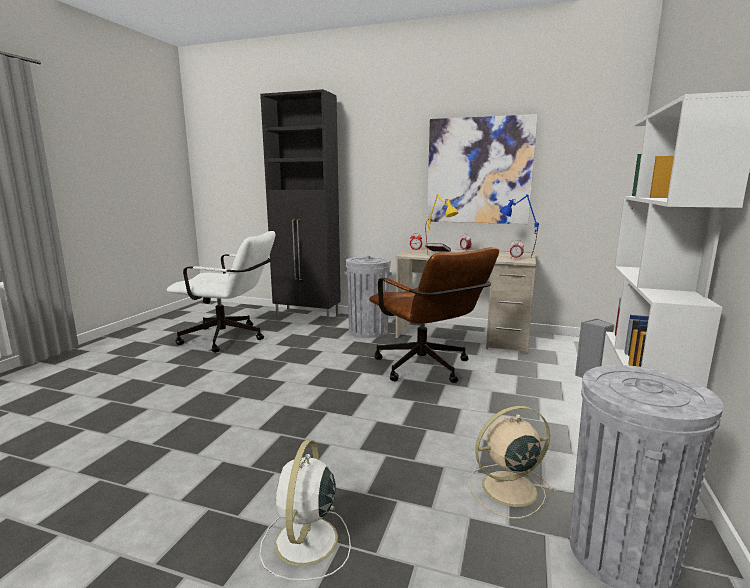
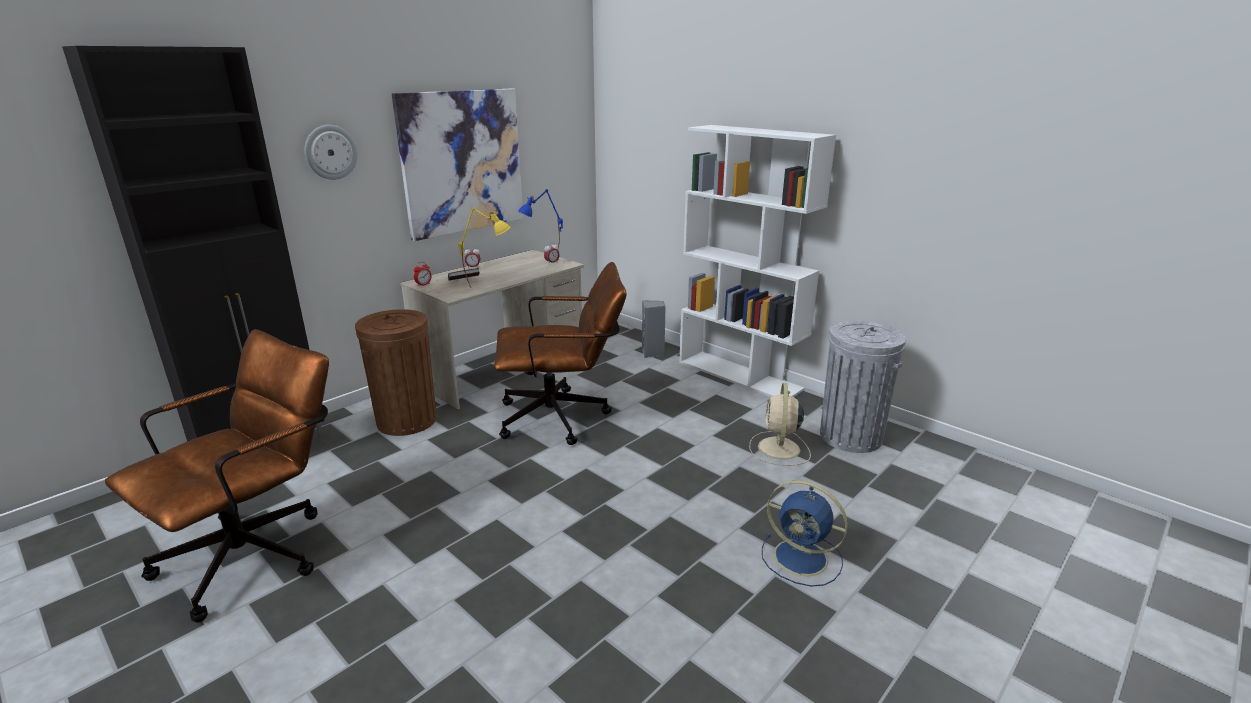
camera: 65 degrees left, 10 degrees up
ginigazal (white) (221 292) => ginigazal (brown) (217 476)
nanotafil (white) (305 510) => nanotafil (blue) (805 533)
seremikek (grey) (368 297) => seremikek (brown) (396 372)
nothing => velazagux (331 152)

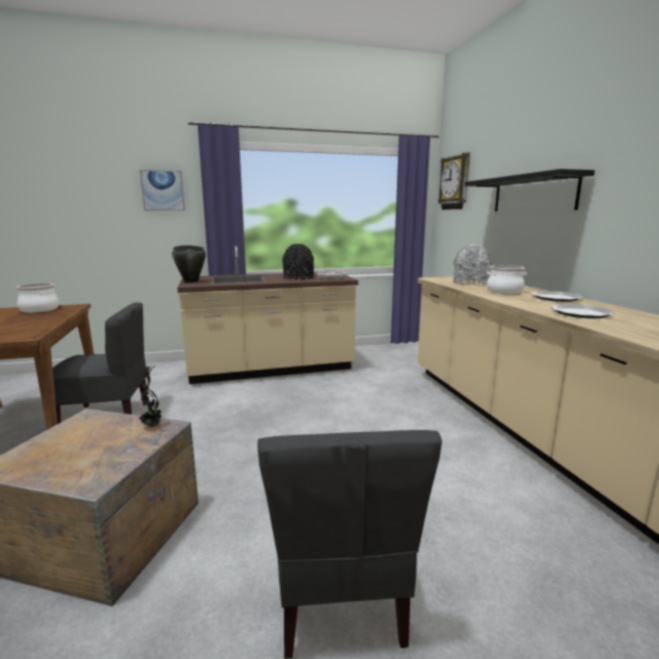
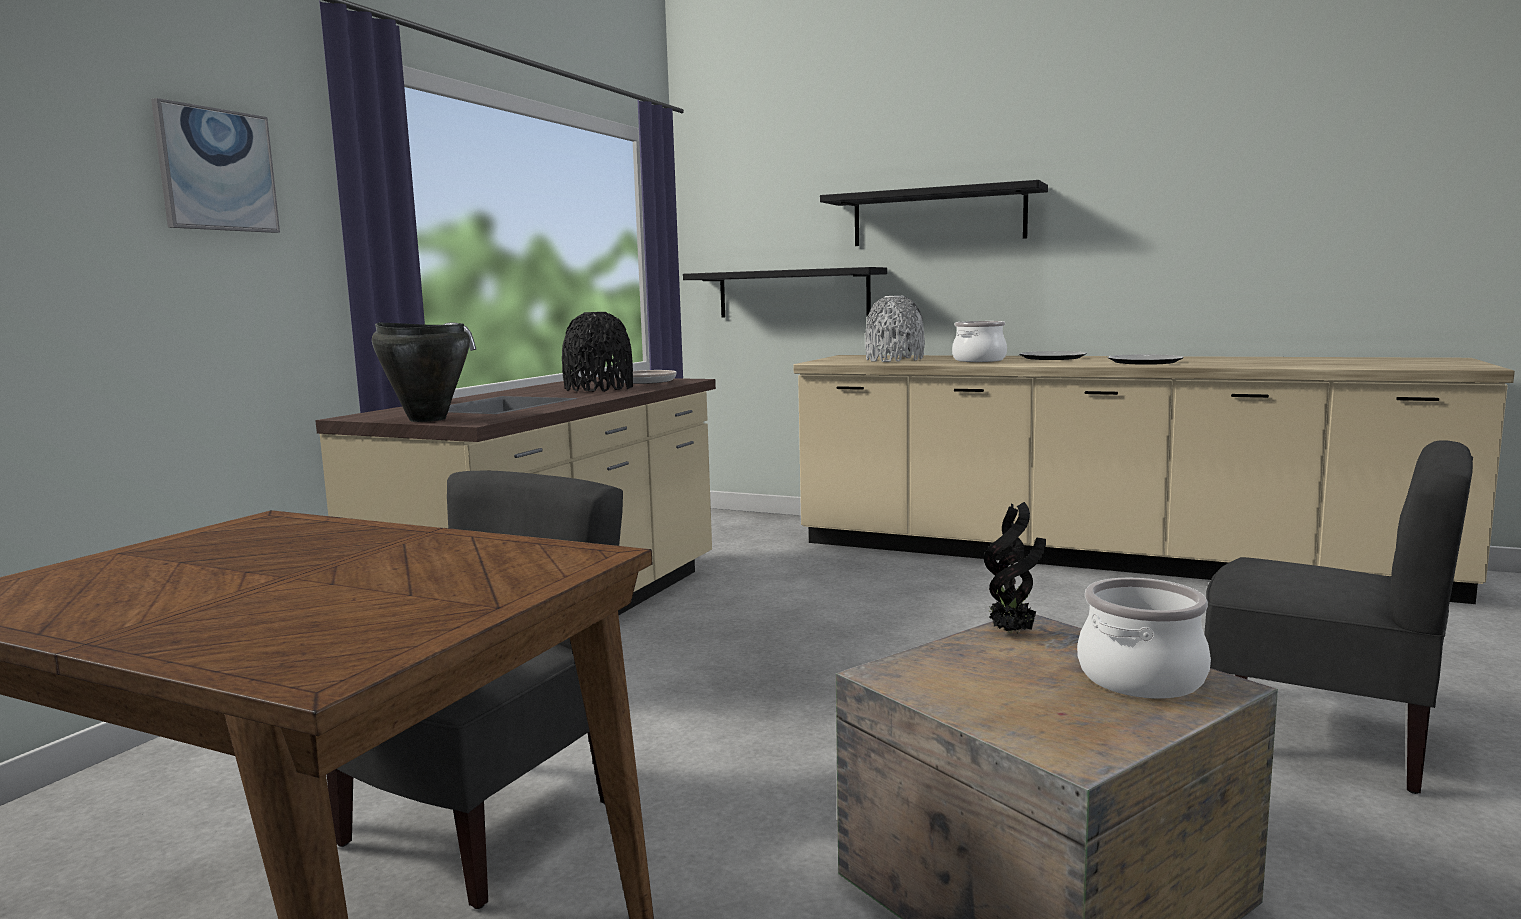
camera: 50 degrees left, 5 degrees down
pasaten (37 298) => pasaten (1144 638), move
velazagux (454 181) => nothing
nothing => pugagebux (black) (785 292)

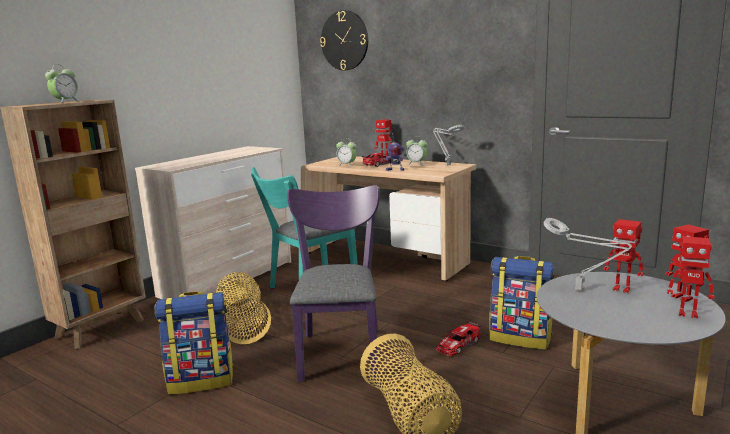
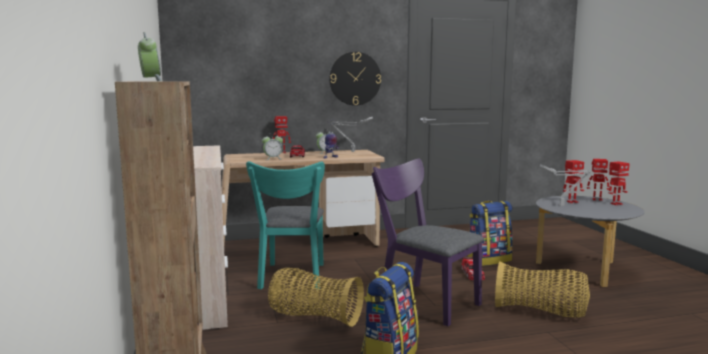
camera: 50 degrees left, 5 degrees down
velazagux (344 40) => velazagux (355 79), move

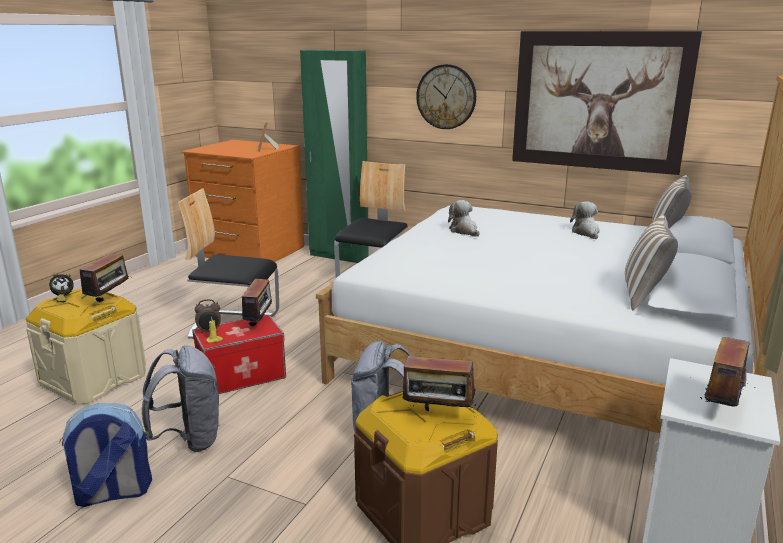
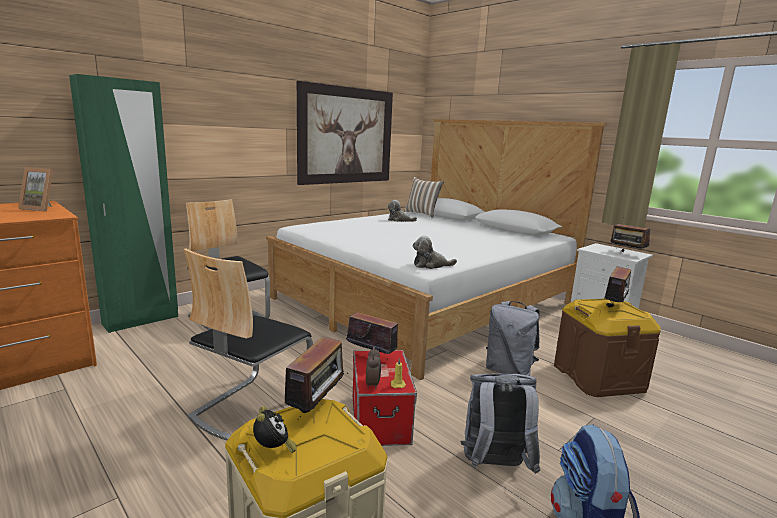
camera: 70 degrees left, 5 degrees down
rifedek (105 278) => rifedek (316 378), 75 degrees clockwise
velazagux (446 96) => nothing
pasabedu (464 218) => pasabedu (435 252), move
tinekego (651 262) => nothing

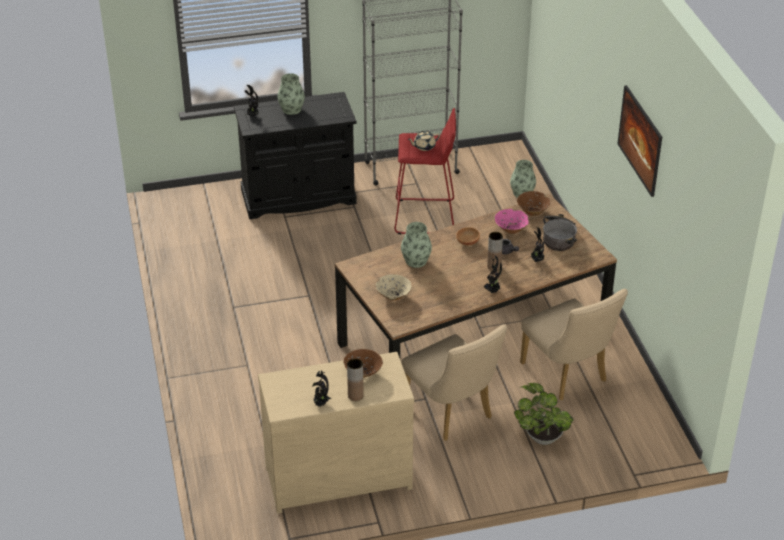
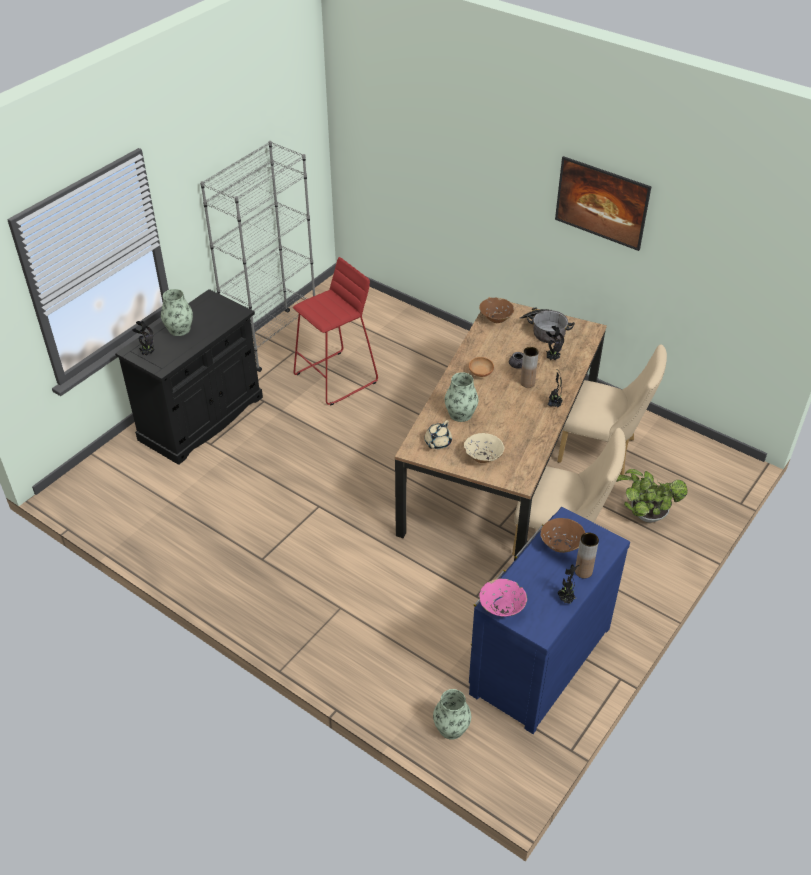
camera: 40 degrees left, 5 degrees up
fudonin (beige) (336 433) => fudonin (blue) (549 620)
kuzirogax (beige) (423 141) => kuzirogax (beige) (438 434), move
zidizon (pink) (511 221) => zidizon (pink) (503 597), move
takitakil (523 179) => takitakil (452 714), move

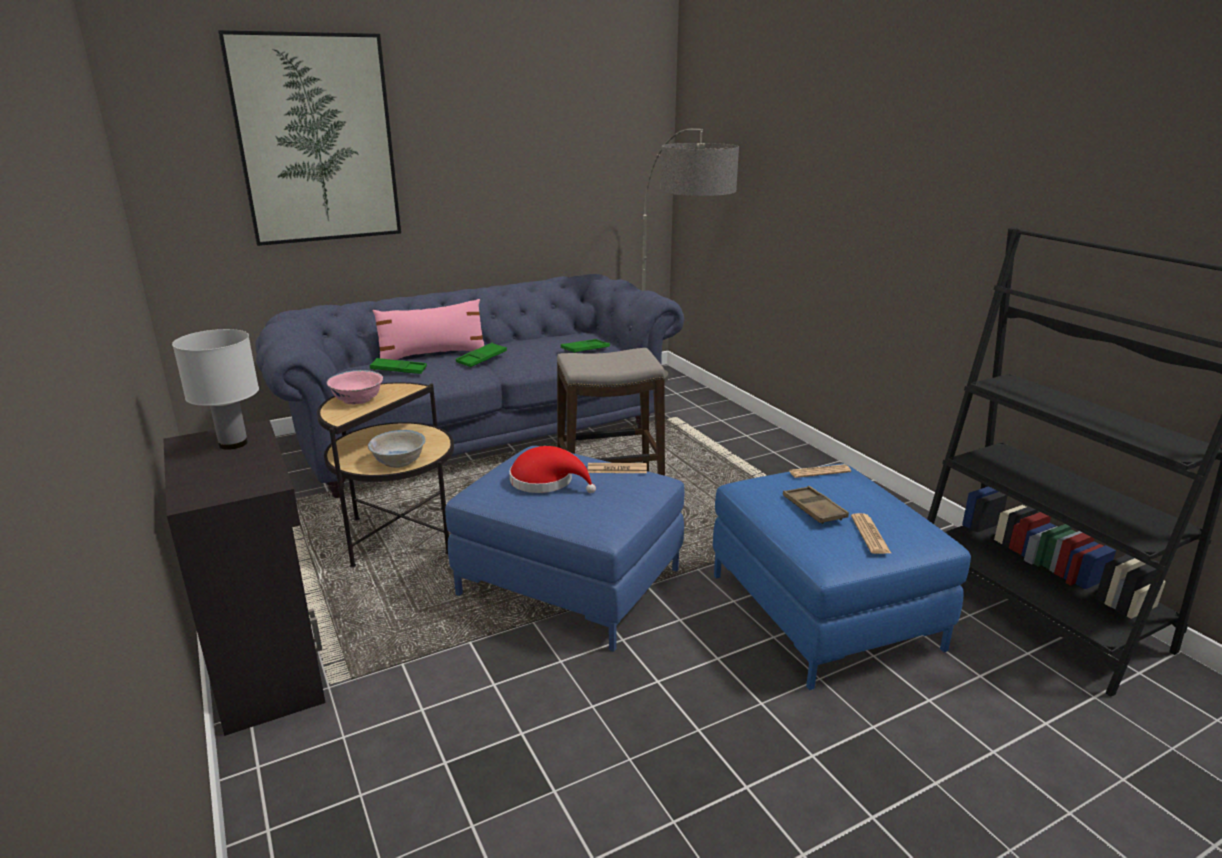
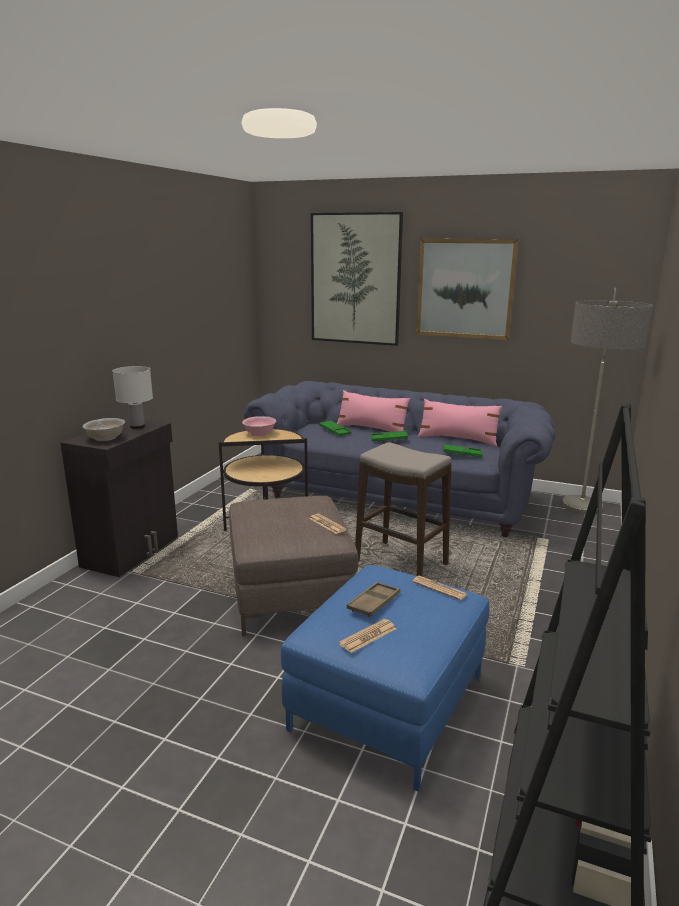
camera: 50 degrees right, 5 degrees down
zidizon (white) (397 449) => zidizon (white) (103 429), move
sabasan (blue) (564 549) => sabasan (brown) (294 566)
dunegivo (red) (552 469) => nothing
nothing => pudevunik (467 289)
nothing => tinekego (pink) (460 422)

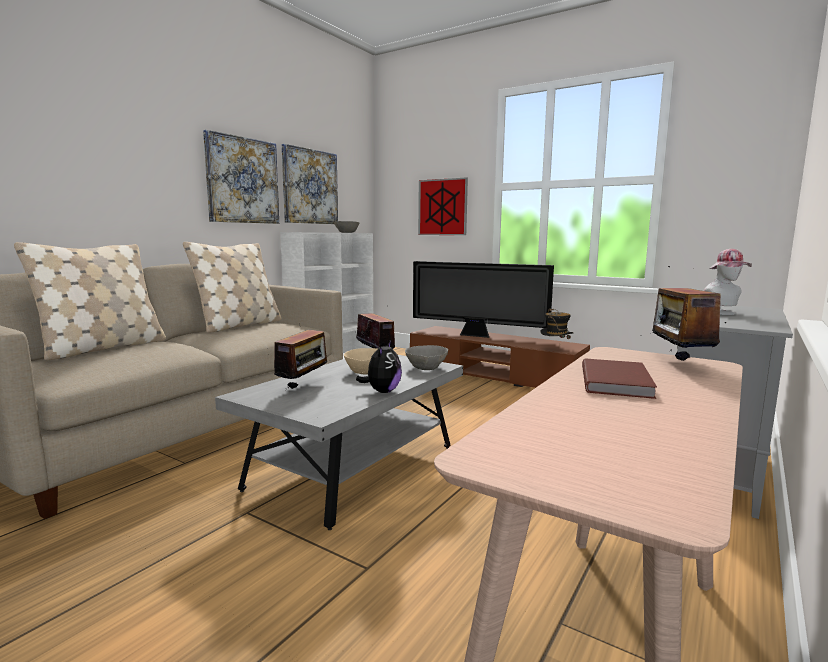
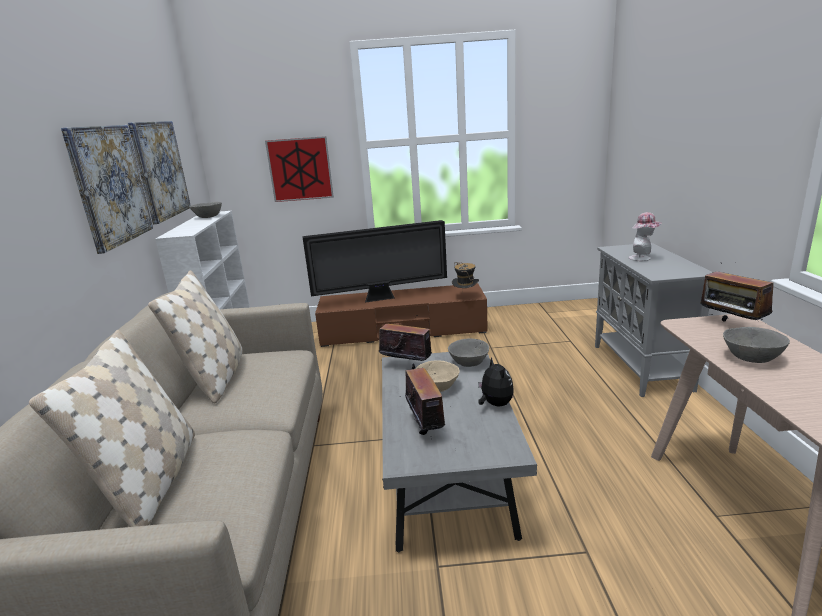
camera: 35 degrees left, 10 degrees up
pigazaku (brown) (619 379) => zidizon (grey) (756 345)

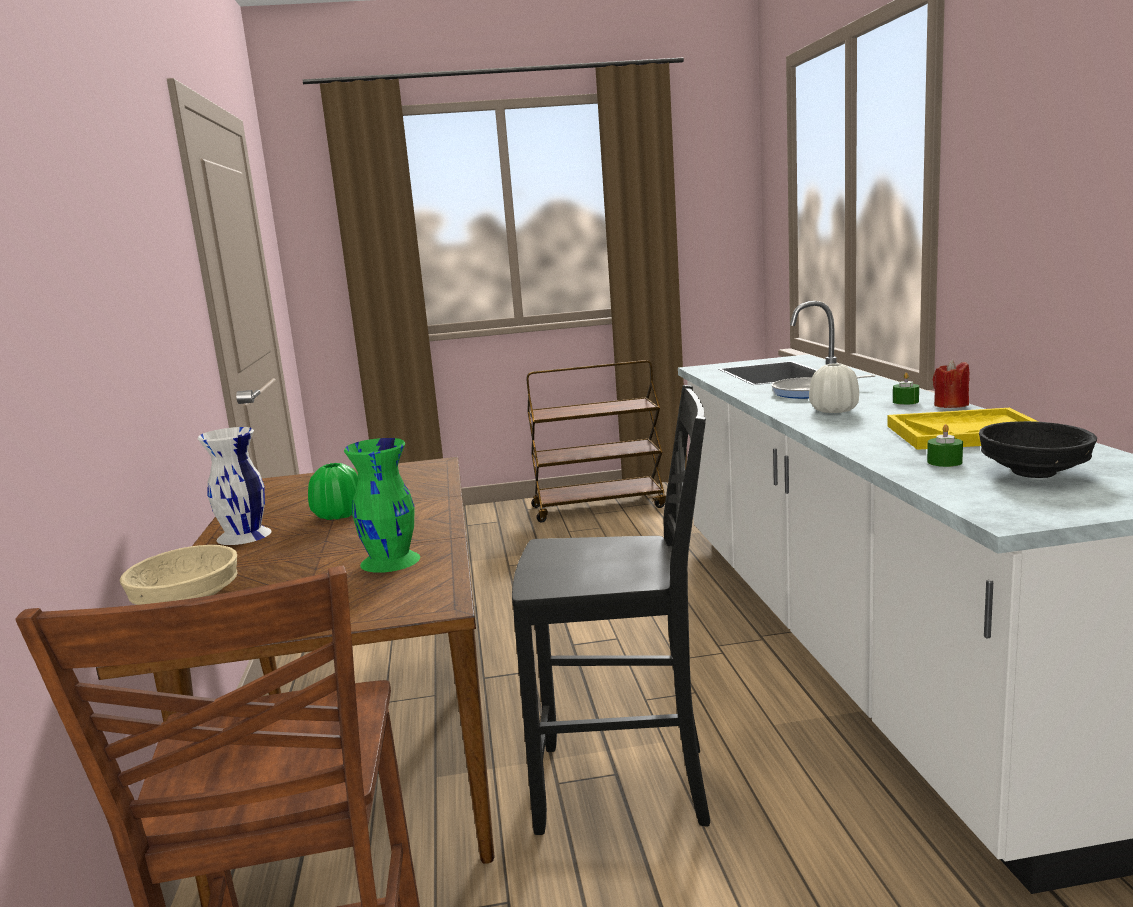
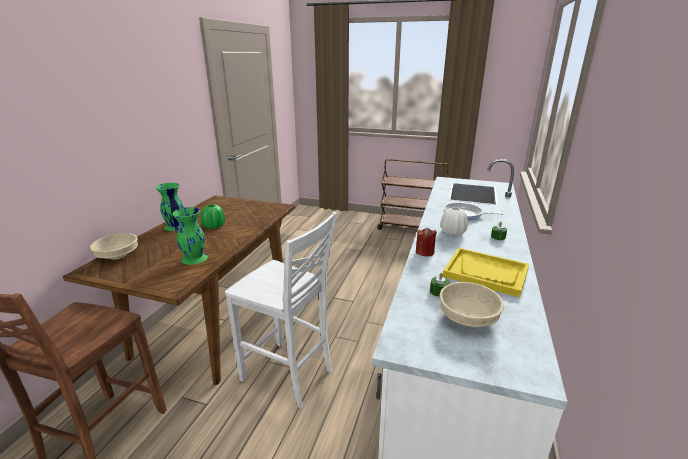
camera: 25 degrees right, 10 degrees up
takitakil (white) (235 486) => takitakil (green) (170 207)
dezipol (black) (611 610) => dezipol (white) (281 310)
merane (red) (951 383) => merane (red) (426 242), move
zidizon (black) (1038 449) => zidizon (beige) (472 304)

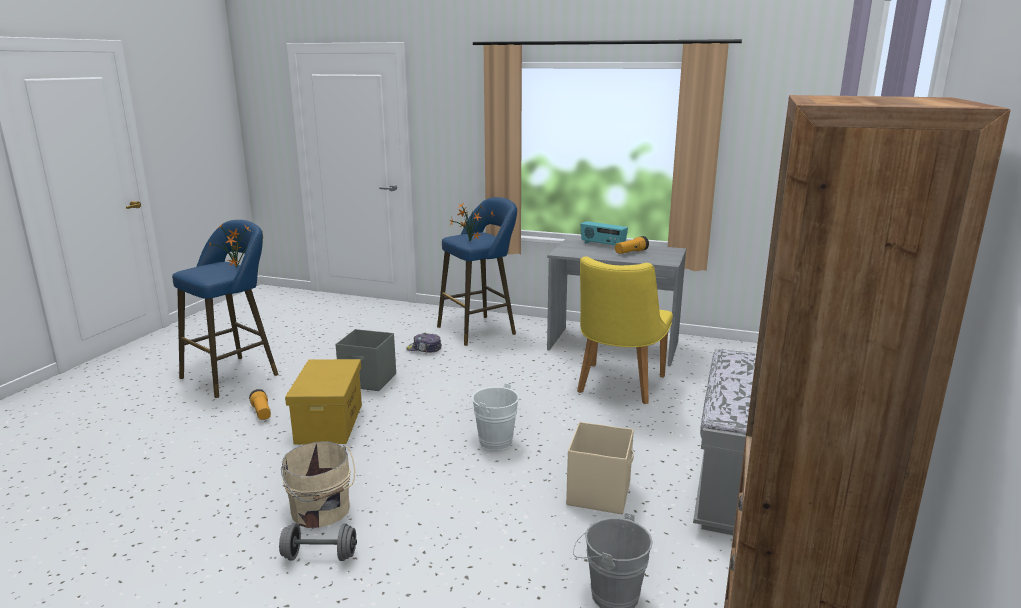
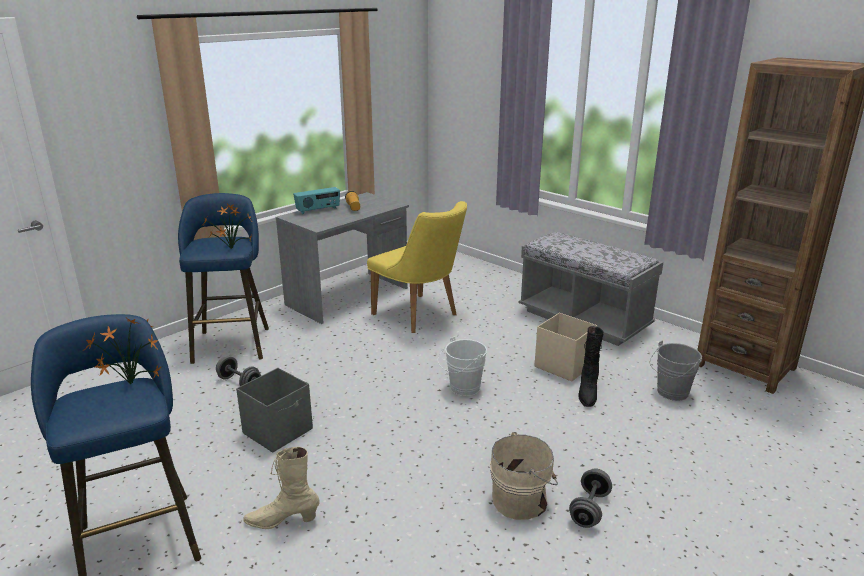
camera: 65 degrees left, 5 degrees up
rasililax (260 404) => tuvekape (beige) (281 488)
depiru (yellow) (323 402) => nothing
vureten (424 343) => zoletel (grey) (238 371)
nothing => tuvekape (black) (591 366)

